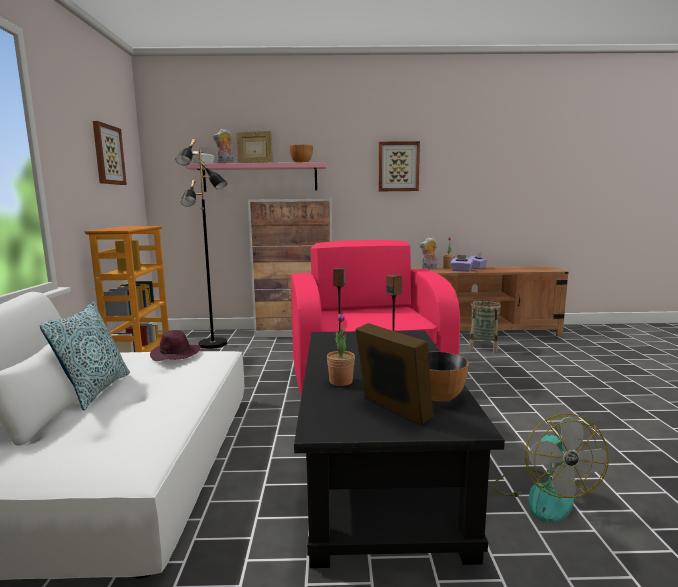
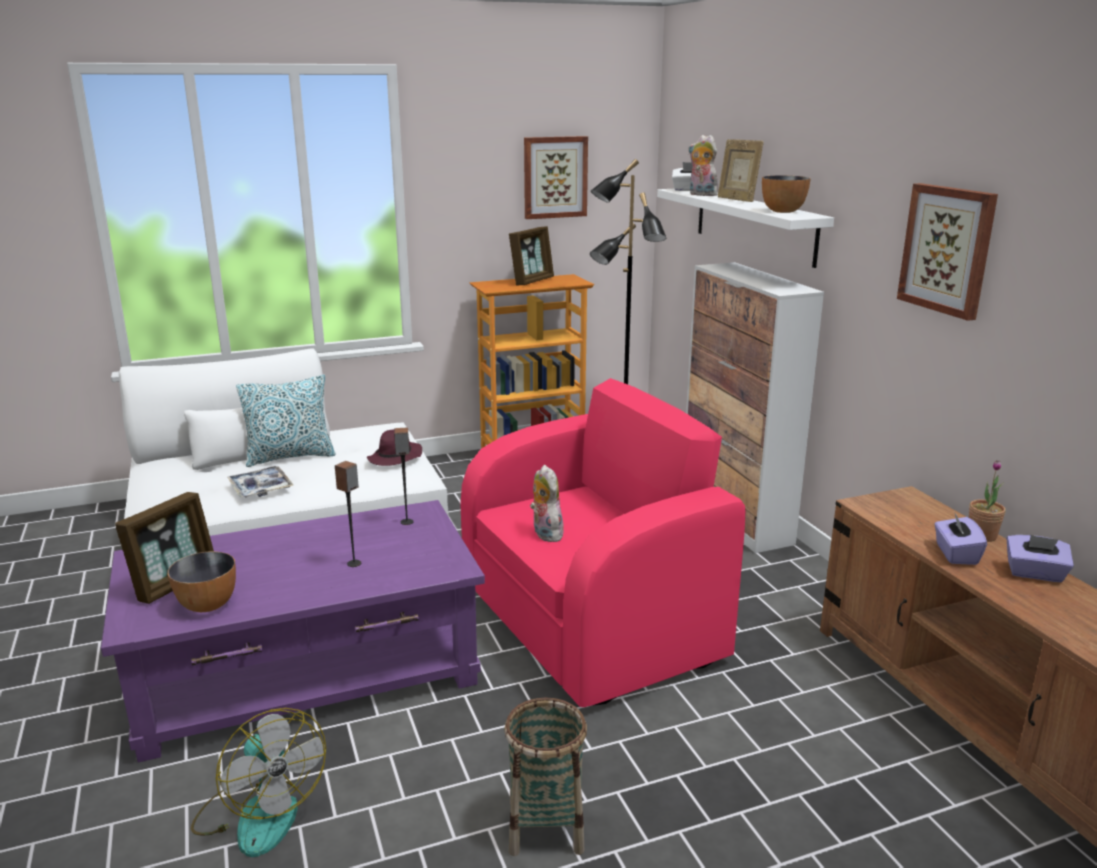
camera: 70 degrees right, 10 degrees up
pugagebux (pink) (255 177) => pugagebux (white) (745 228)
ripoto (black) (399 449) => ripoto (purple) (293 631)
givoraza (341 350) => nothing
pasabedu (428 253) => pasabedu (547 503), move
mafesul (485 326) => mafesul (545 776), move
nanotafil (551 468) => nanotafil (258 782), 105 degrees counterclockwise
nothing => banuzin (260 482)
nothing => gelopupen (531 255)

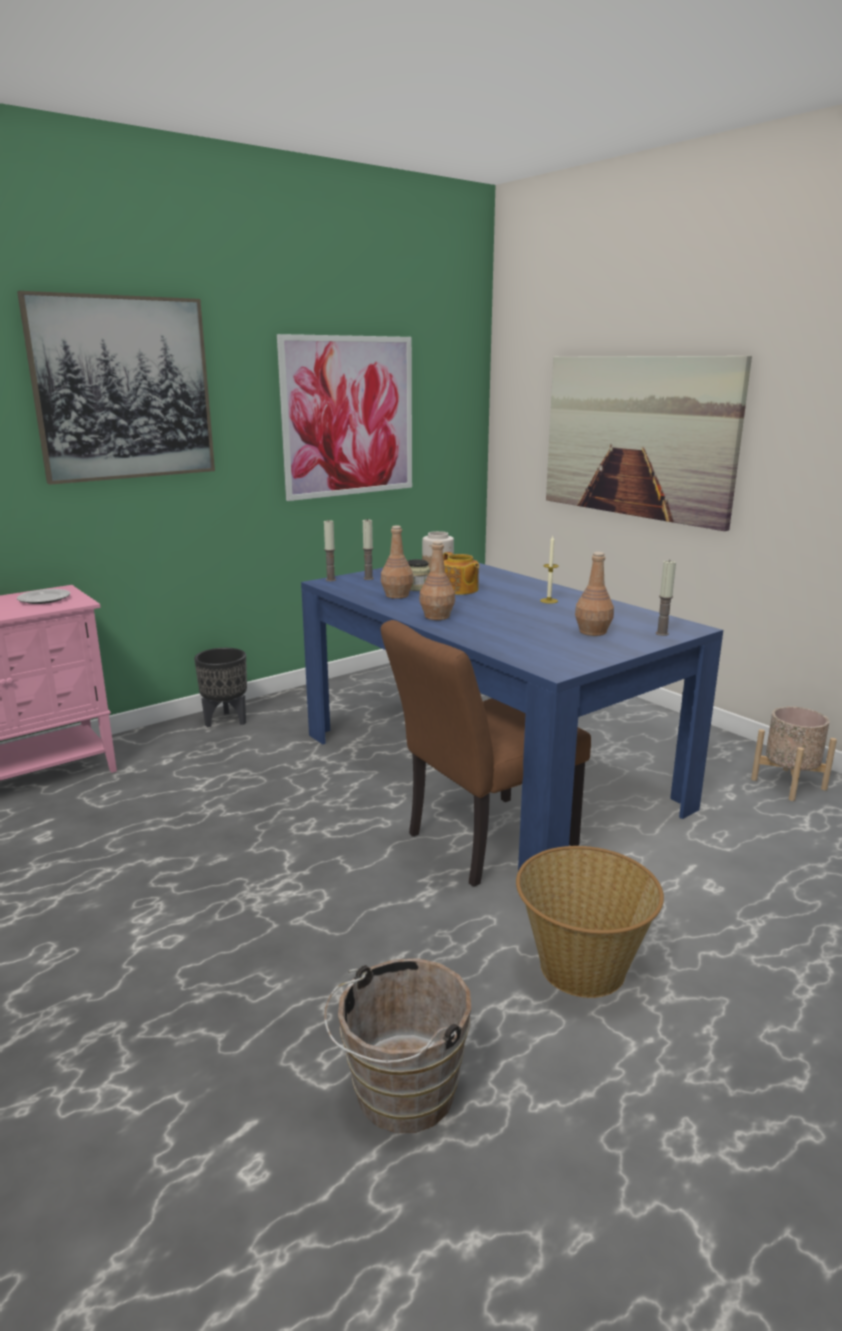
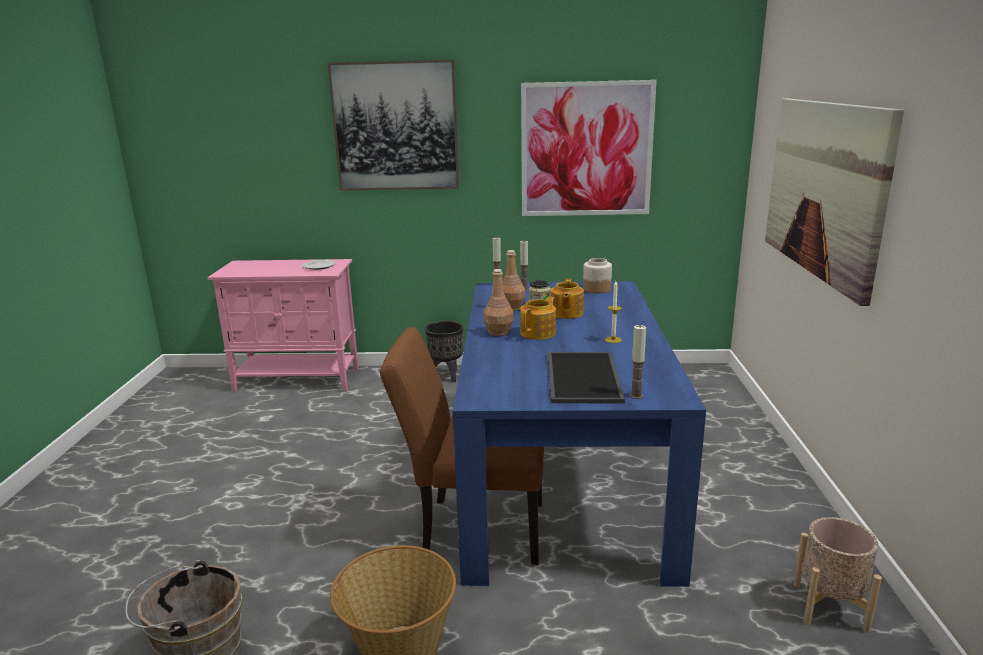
camera: 40 degrees right, 0 degrees up
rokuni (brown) (594 594) => banuzin (586 377)
nothing => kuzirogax (538 318)

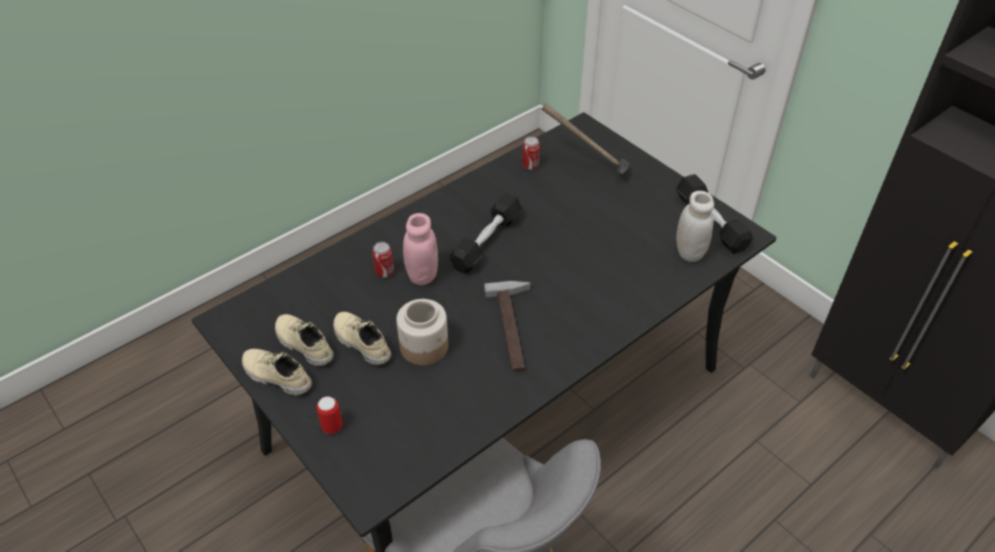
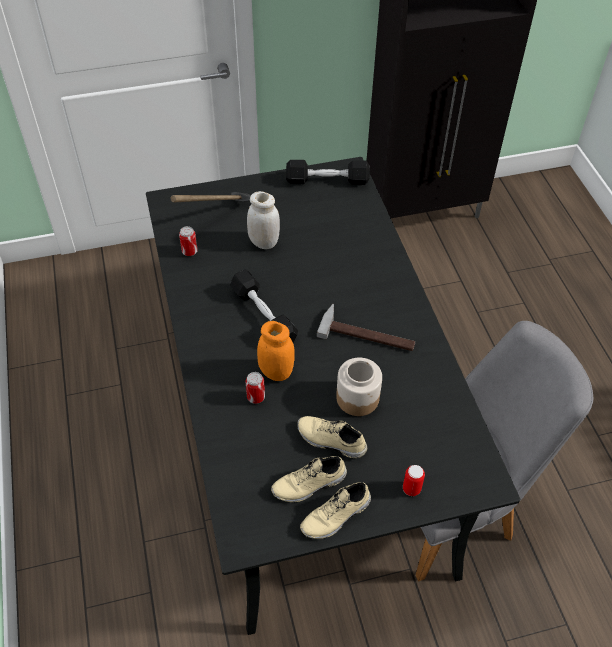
camera: 65 degrees left, 5 degrees up
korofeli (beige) (362 338) => korofeli (beige) (332 437), 45 degrees clockwise
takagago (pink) (420 249) => takagago (orange) (276 351)
takagago (white) (695 226) => takagago (white) (263 220), move

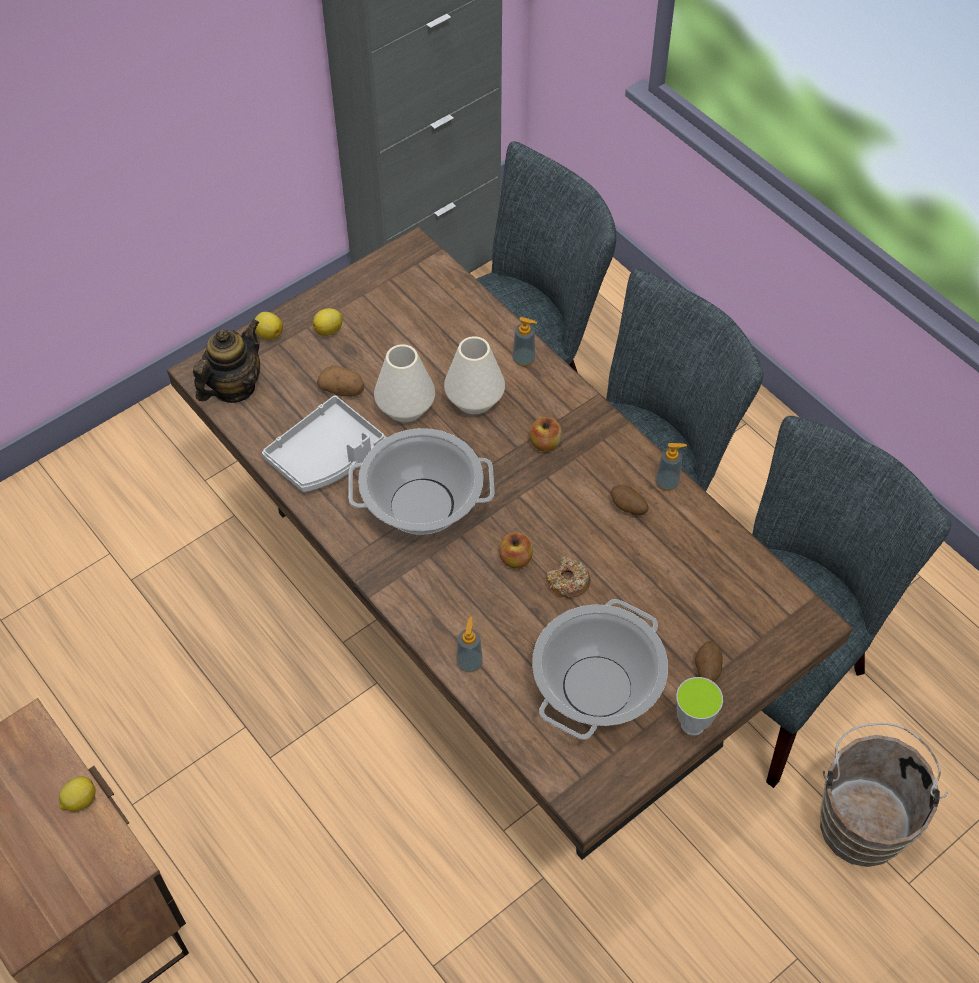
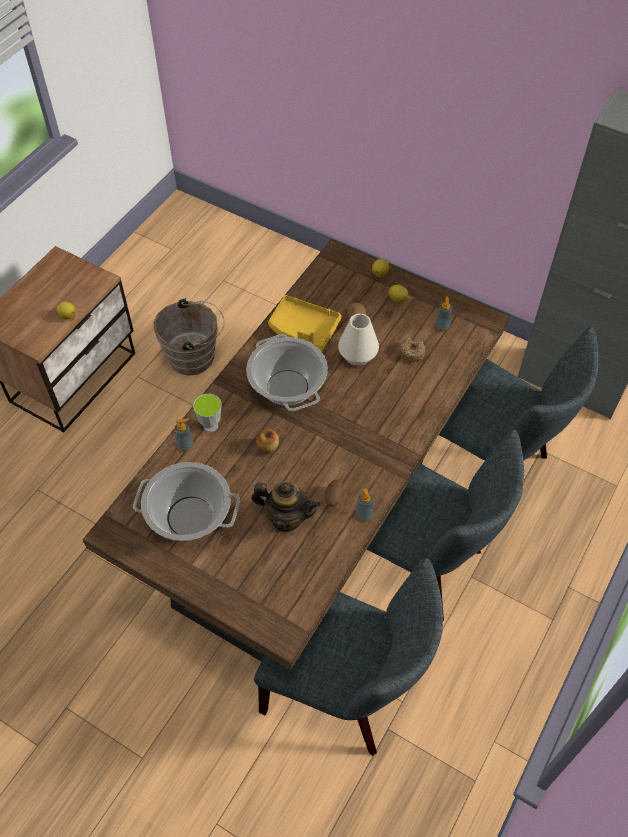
camera: 70 degrees right, 0 degrees up
kuzirogax (226 361) => kuzirogax (286 506), move
banuzin (grey) (324 443) => banuzin (yellow) (304 323)
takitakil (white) (474 375) => nothing
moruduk (524 342) => moruduk (443 313), move
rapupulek (546 434) => nothing
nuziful (568 577) => nuziful (412 349), move
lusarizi (699 706) => lusarizi (207 413), move
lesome (709 661) => nothing
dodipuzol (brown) (884 795) => dodipuzol (brown) (189 337), move

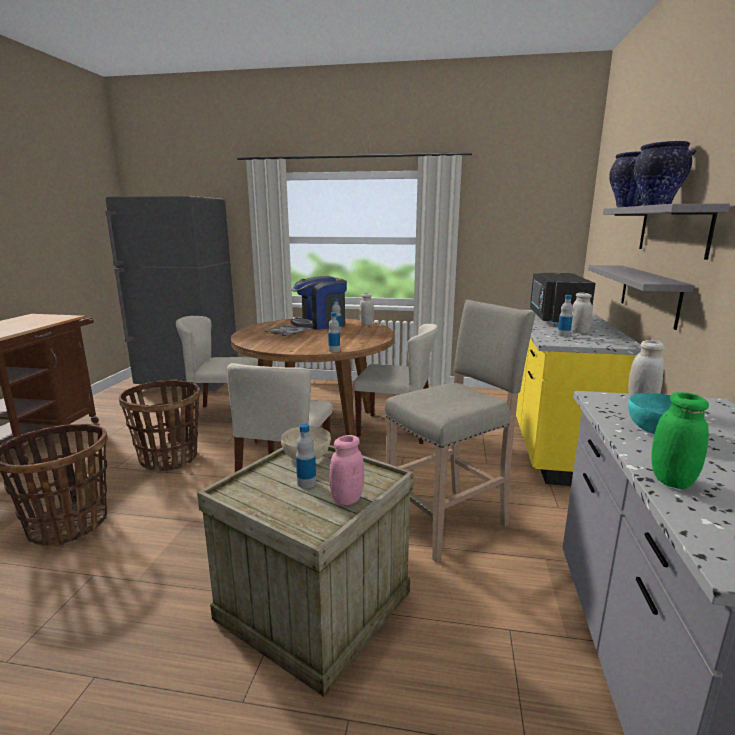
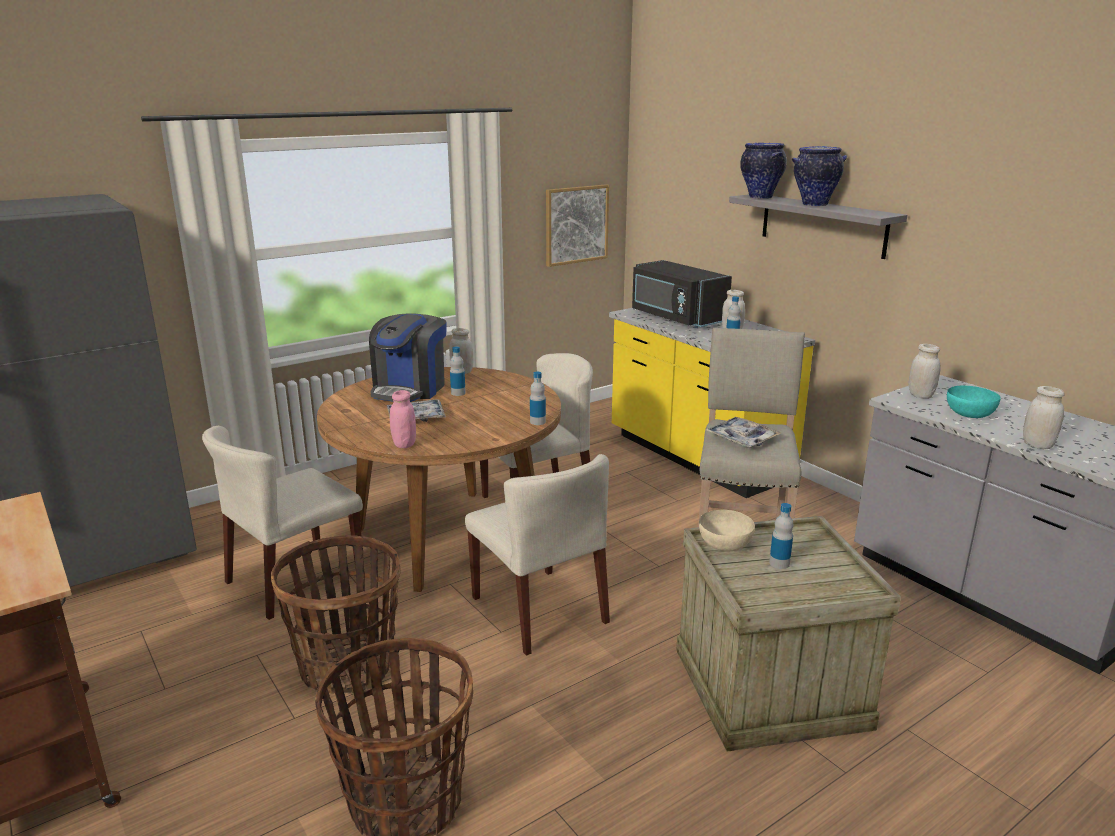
camera: 45 degrees left, 5 degrees up
takagago (pink) (346 470) => takagago (pink) (403 419), move
pugagebux (grey) (641 297) => nothing
takagago (green) (680 440) => takagago (white) (1044 417)
nothing => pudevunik (577 225)
nothing => banuzin (743 432)

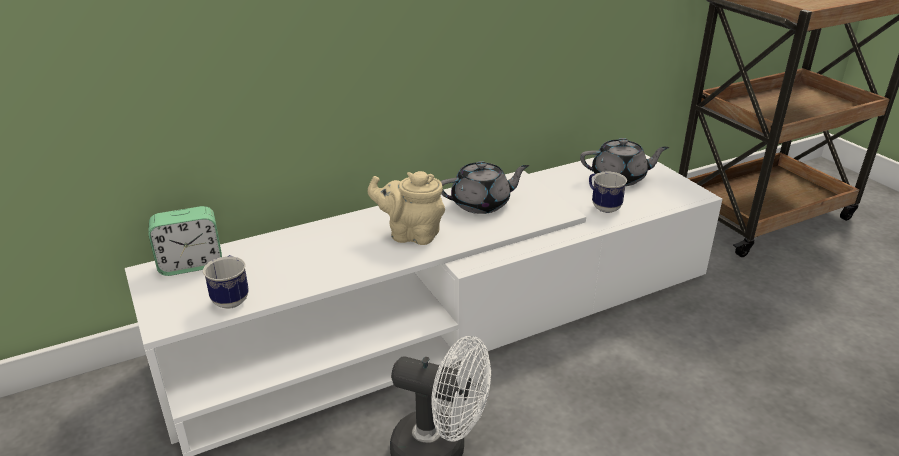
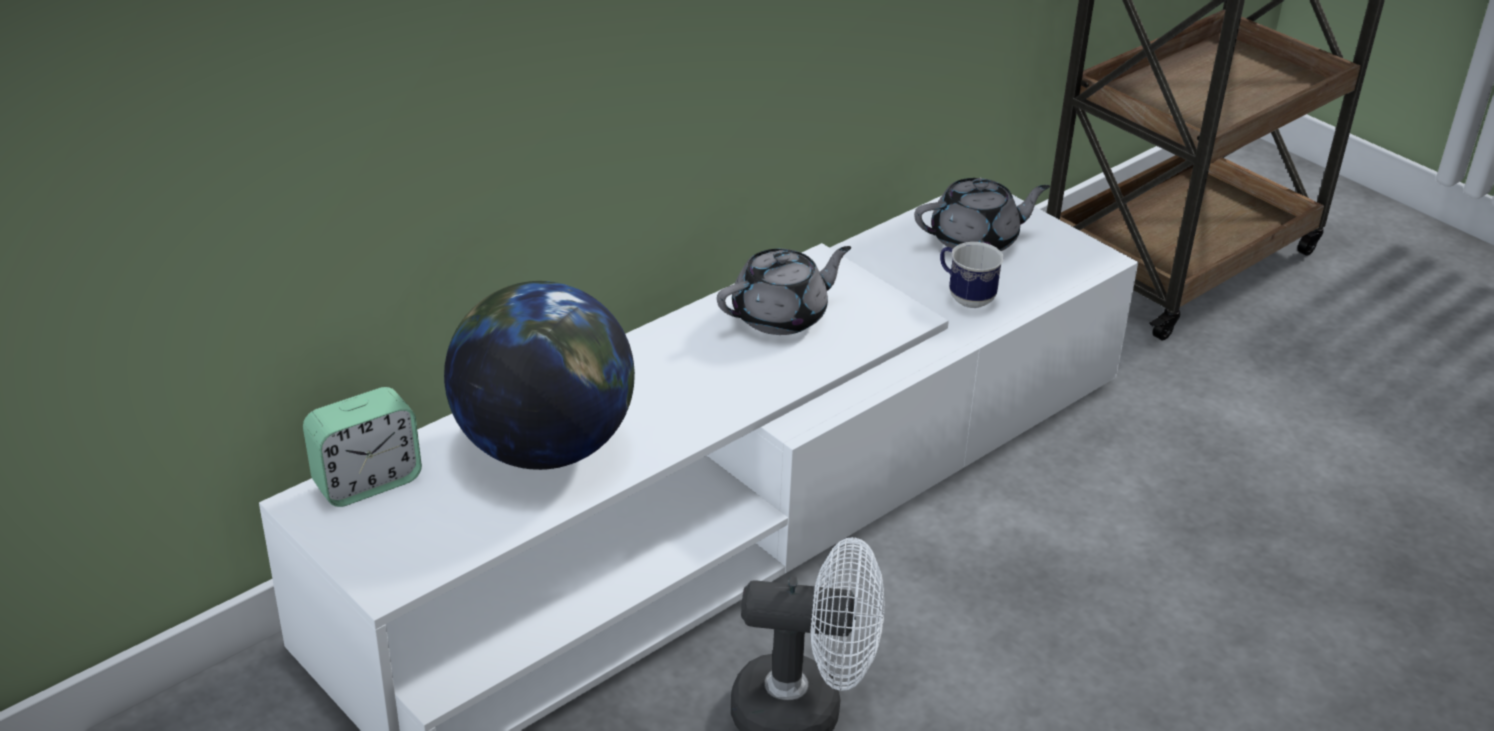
camera: 15 degrees left, 5 degrees up
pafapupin (226 282) => nothing
kuzirogax (beige) (406 208) => nothing
nothing => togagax (539 375)

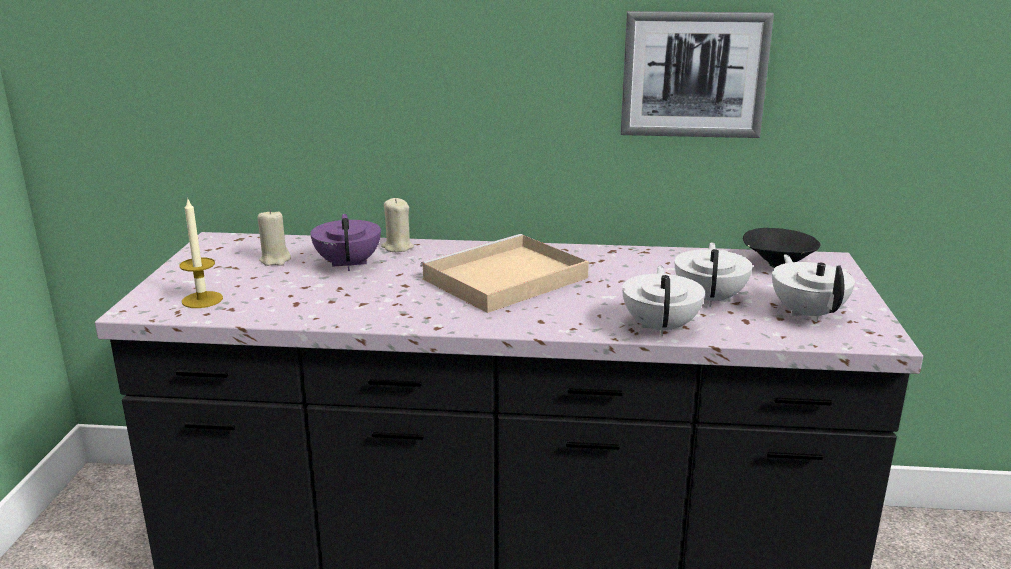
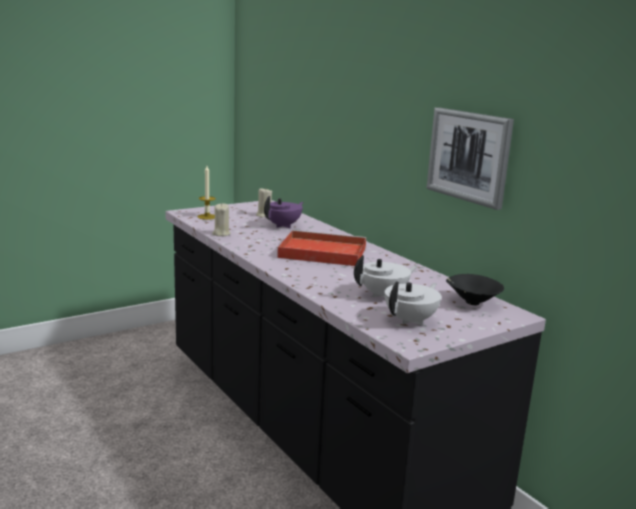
camera: 50 degrees right, 5 degrees down
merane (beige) (397 225) => merane (beige) (221 219), move
banuzin (beige) (504 273) => banuzin (red) (321 248)
kuzirogax (white) (663 301) => nothing

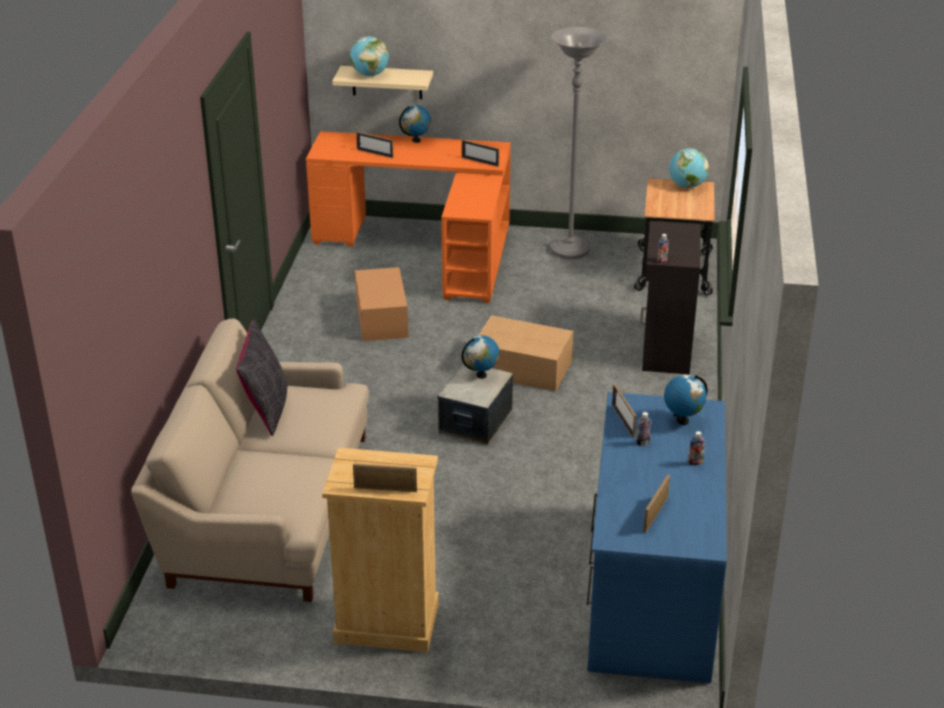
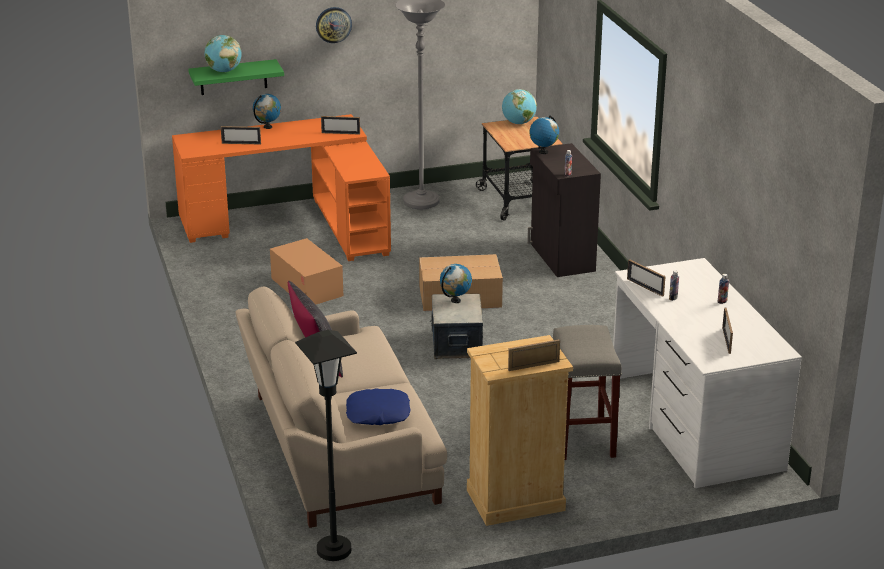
camera: 25 degrees left, 5 degrees down
pugagebux (beige) (382 82) => pugagebux (green) (236 77)
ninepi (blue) (657 538) => ninepi (white) (706 373)
togagax (686 400) => togagax (544 134), move
nothing => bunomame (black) (326 445)
nothing => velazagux (334 25)
nothing => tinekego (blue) (378 406)
nothing => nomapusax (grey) (587 392)

